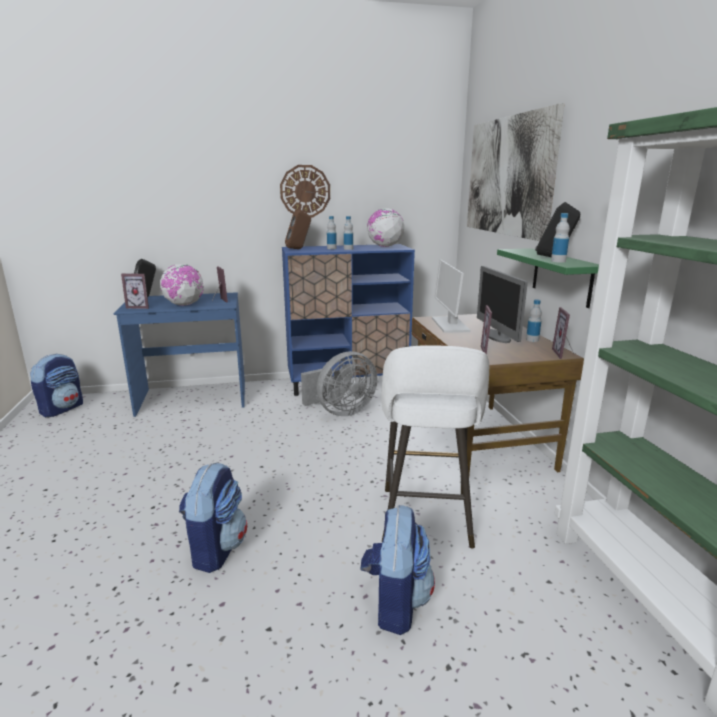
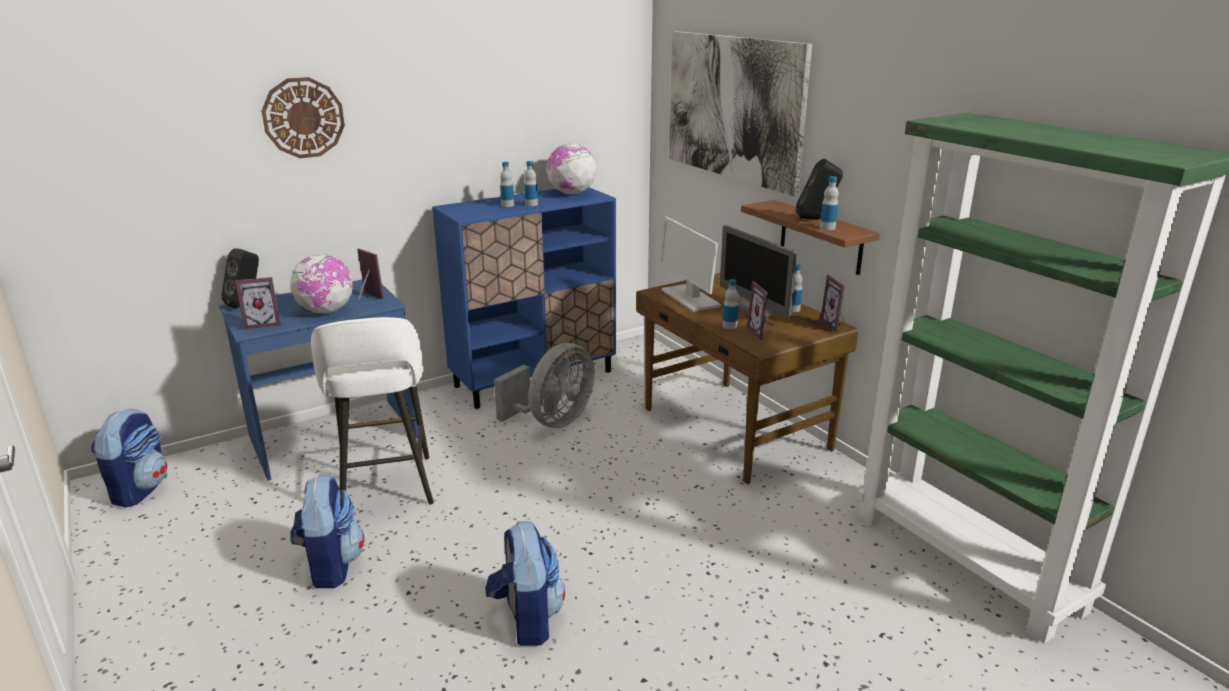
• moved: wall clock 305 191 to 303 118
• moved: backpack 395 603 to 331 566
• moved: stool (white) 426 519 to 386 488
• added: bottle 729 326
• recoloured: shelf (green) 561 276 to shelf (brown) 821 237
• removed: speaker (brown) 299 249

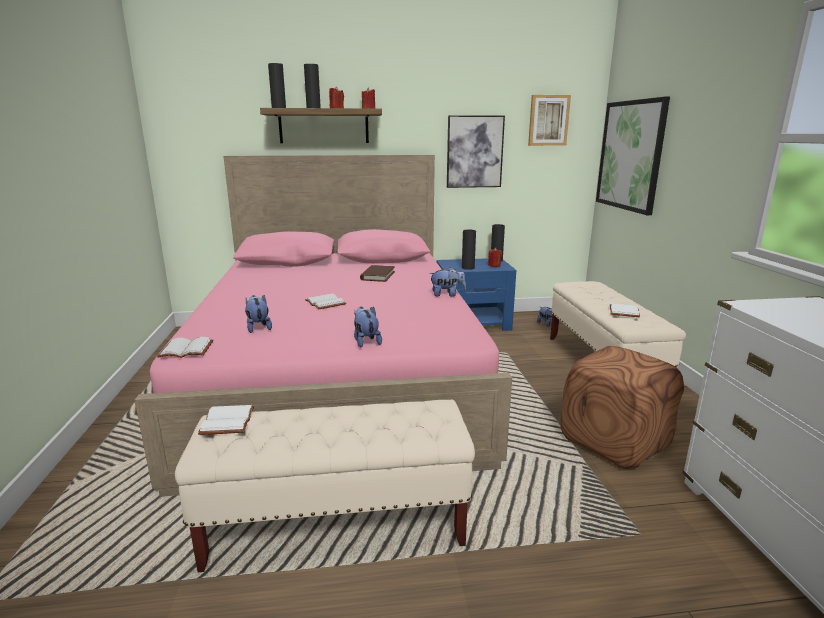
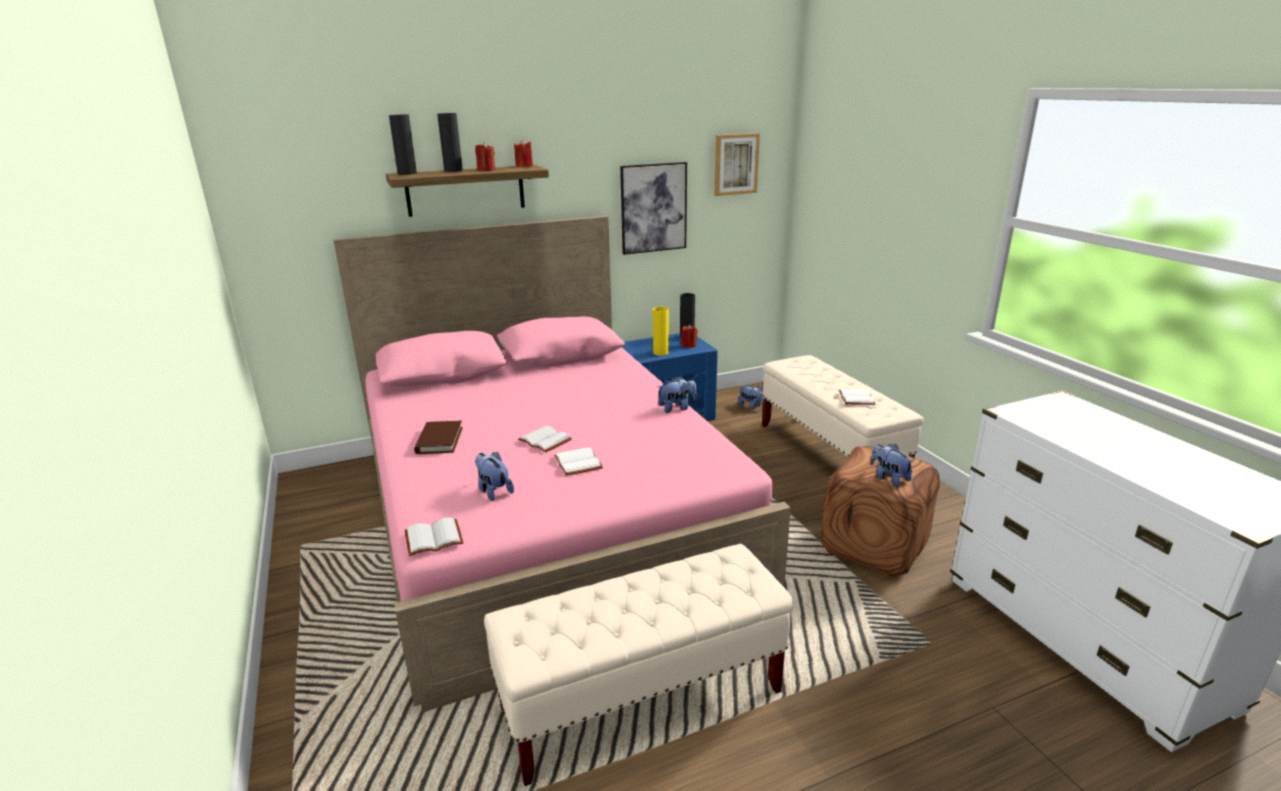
• moved: book (brown) 378 276 to 439 440
• moved: book (white) 229 422 to 579 463
• recoloured: vase (black) 468 268 to vase (yellow) 660 352
• moved: plush toy 366 341 to 888 478
• removed: picture 630 155

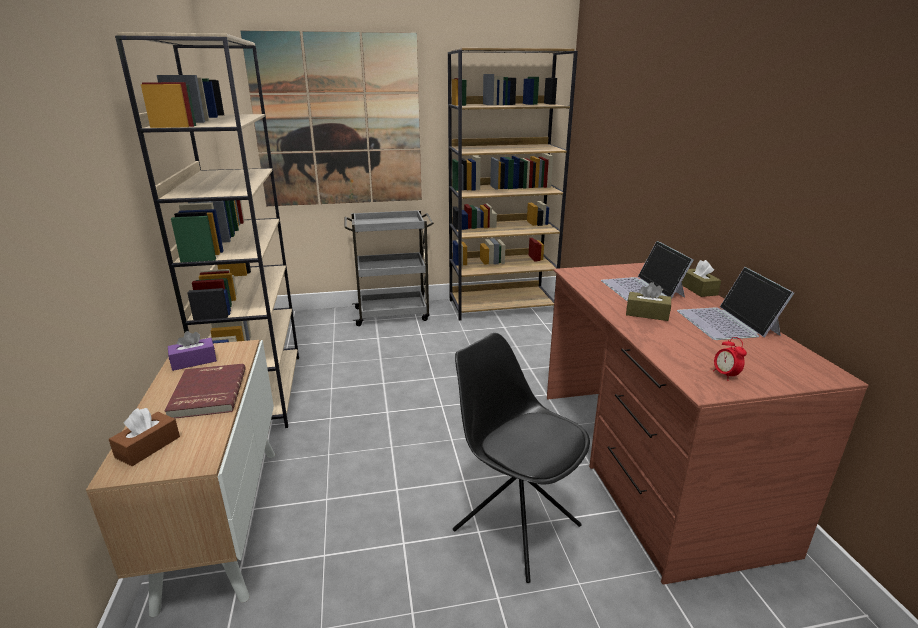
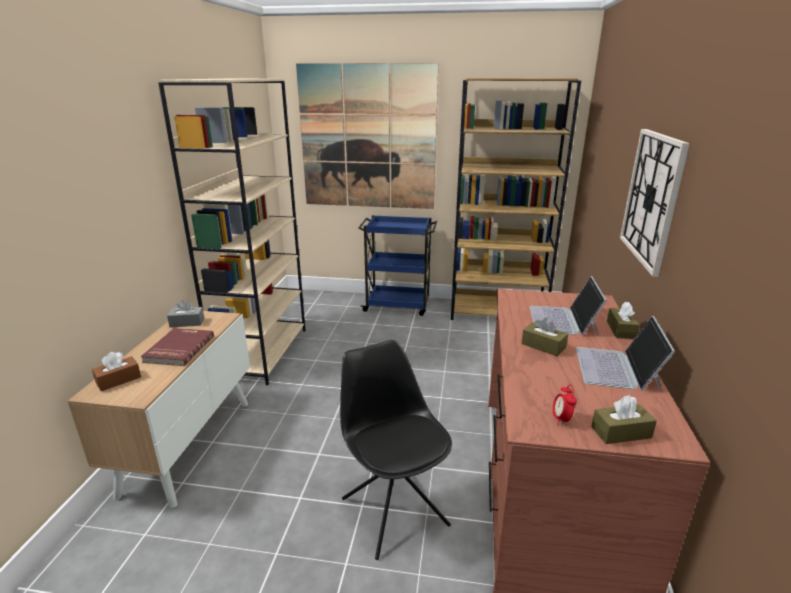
• recoloured: tissue box (purple) 194 361 to tissue box (grey) 187 323
• recoloured: cart (grey) 393 314 to cart (blue) 398 305
• added: tissue box (brown) 621 432
• added: wall clock 652 198

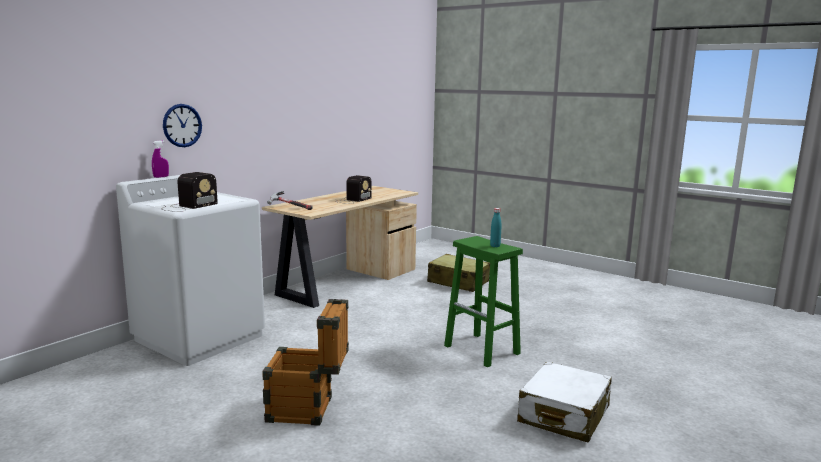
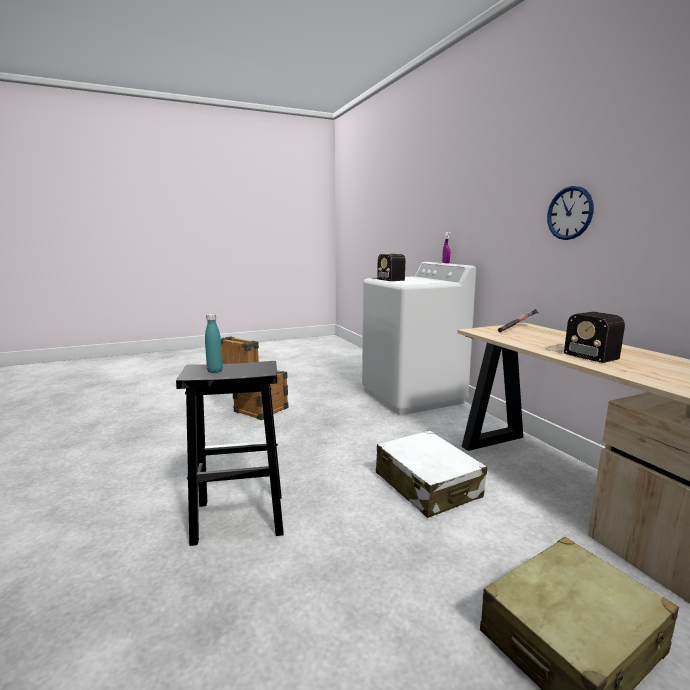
• recoloured: stool (green) 483 350 to stool (black) 237 518
• moved: suitcase (white) 564 415 to 427 485
• moved: wall clock 182 125 to 569 213

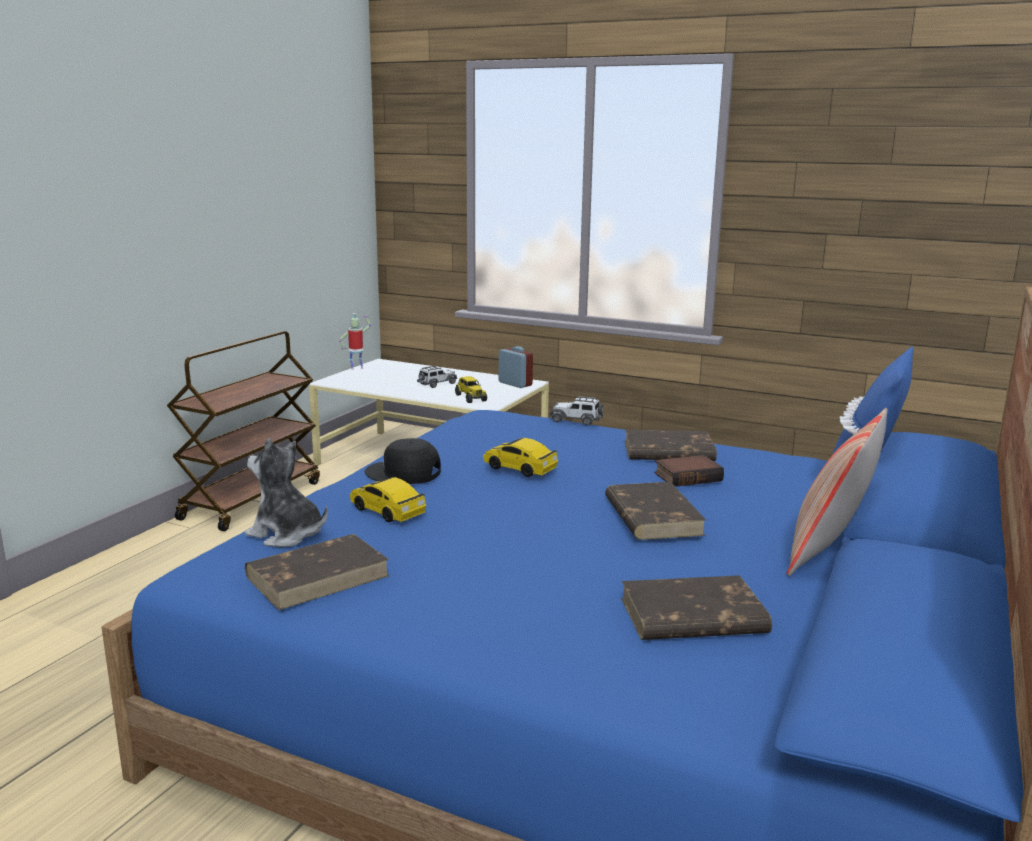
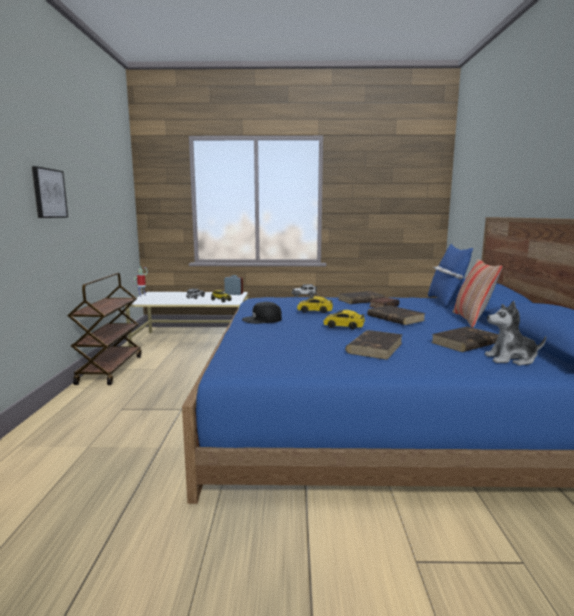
• added: picture 49 193
• moved: toy car 387 511 to 344 326
• moved: book (brown) 319 576 to 375 347
• moved: plush toy 287 534 to 511 359

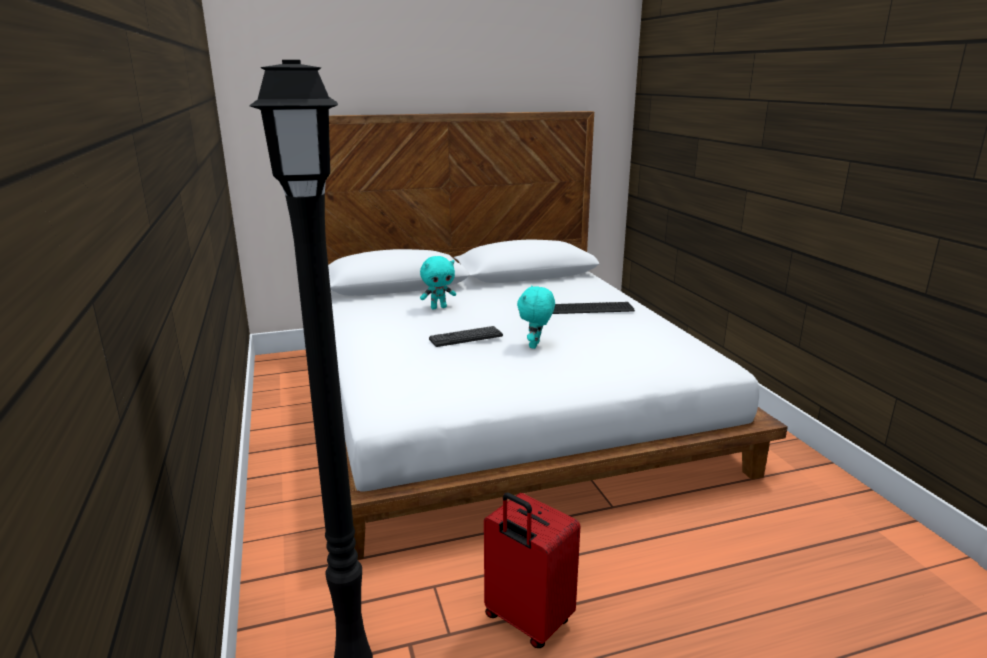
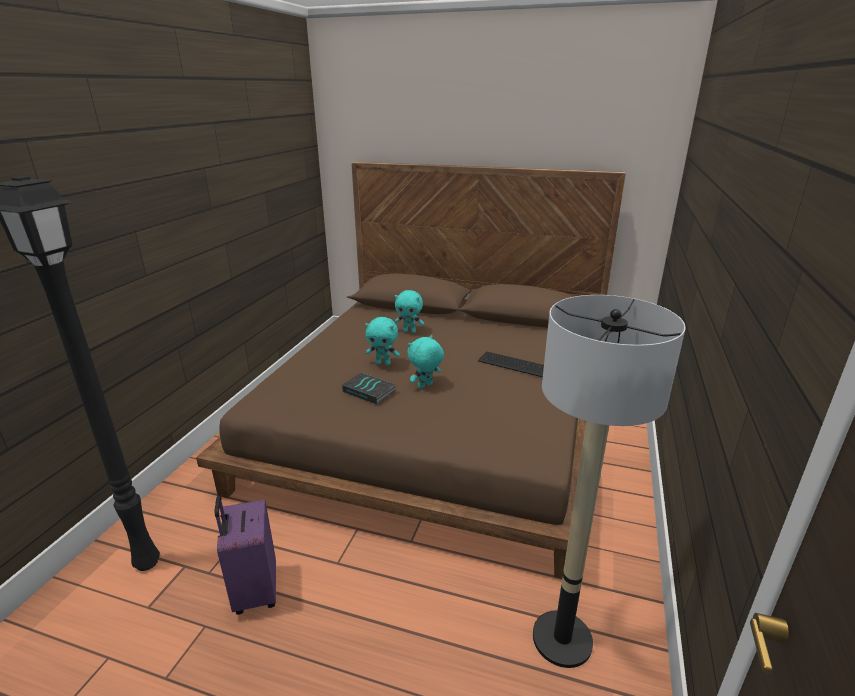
• recoloured: bed (white) 498 403 to bed (brown) 436 421
• recoloured: suitcase (red) 526 621 to suitcase (purple) 254 591
• added: book 370 391
• replaced: keyboard 466 337 to plush toy (turquoise) 383 363
• added: floor lamp 562 639

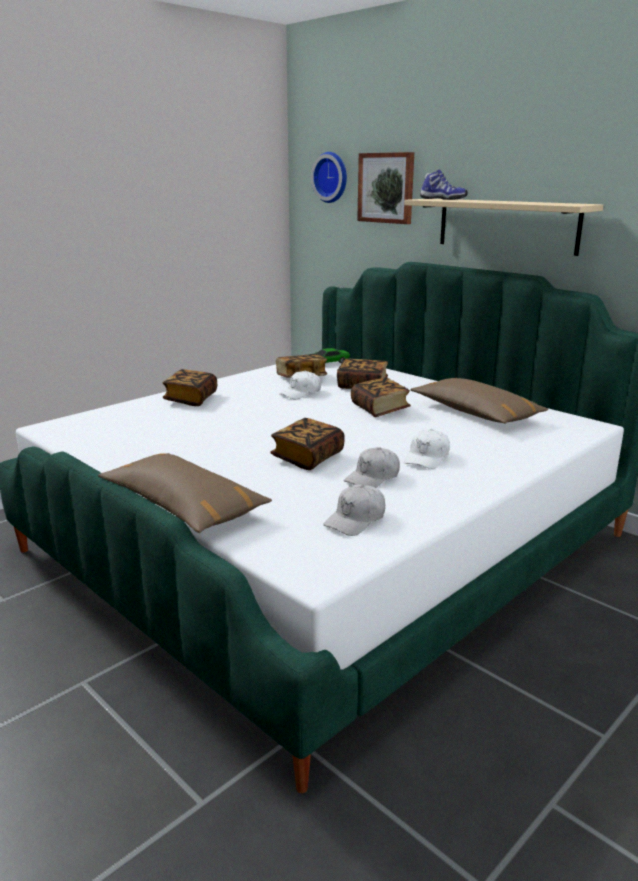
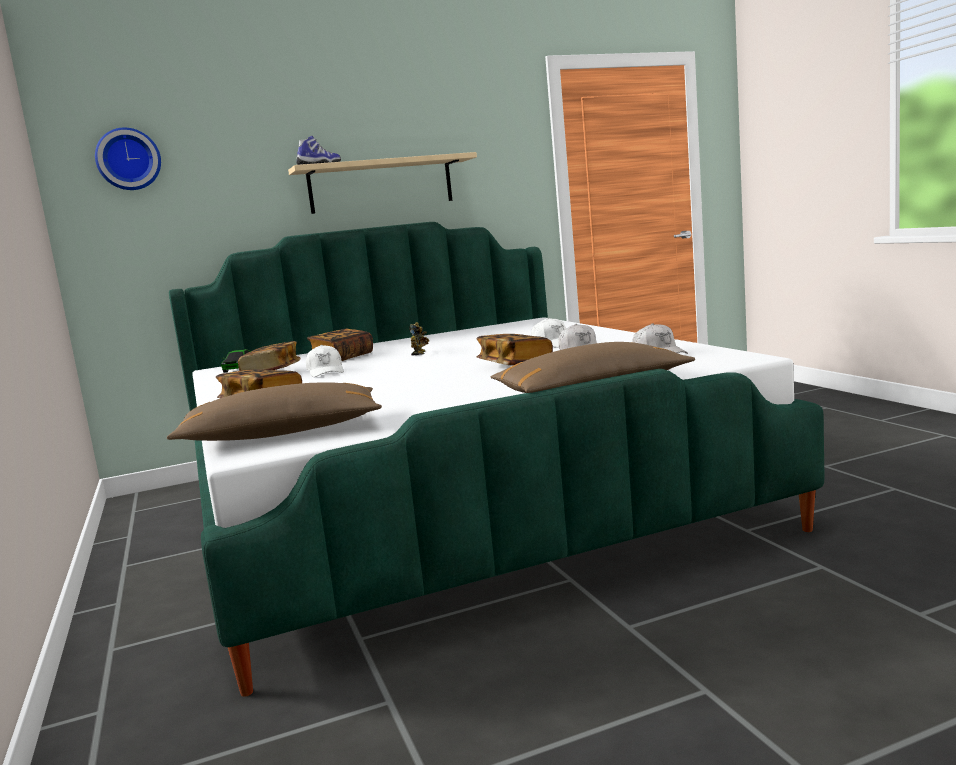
• moved: pillow (brown) 475 413 to 282 433
• replaced: book 380 409 to toy robot 420 353
• removed: picture 386 188

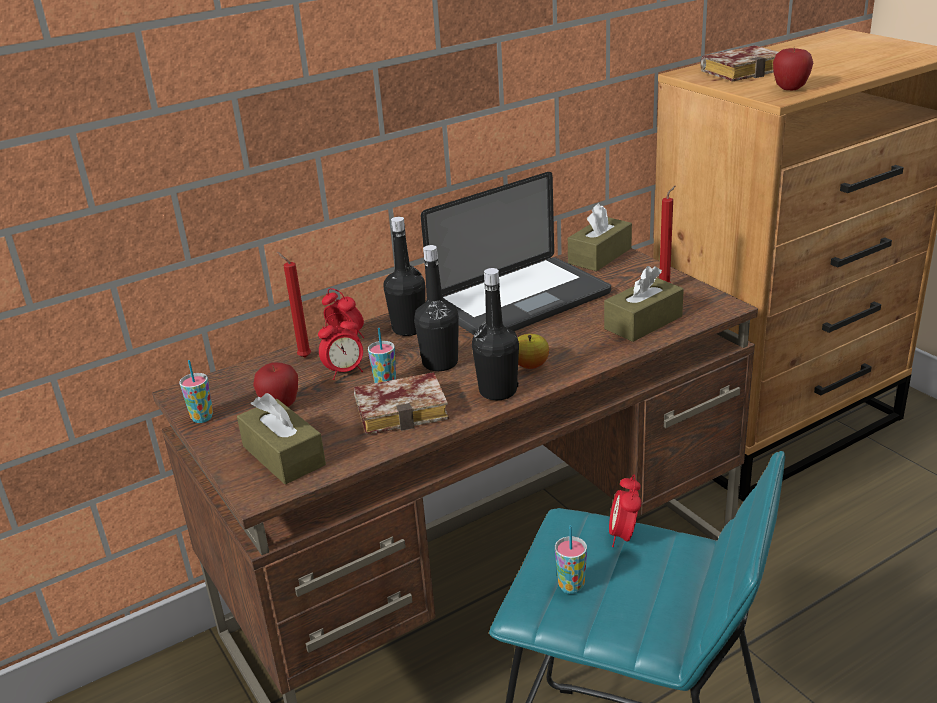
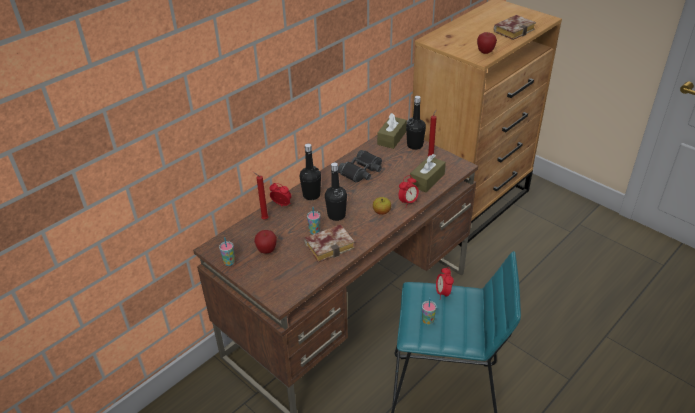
• replaced: laptop 520 301 to binoculars (black) 362 171
• moved: alarm clock 345 372 to 408 202
• moved: bottle (black) 498 391 to 415 145
• moved: book 743 70 to 514 30
• removed: tissue box (brown) 284 456

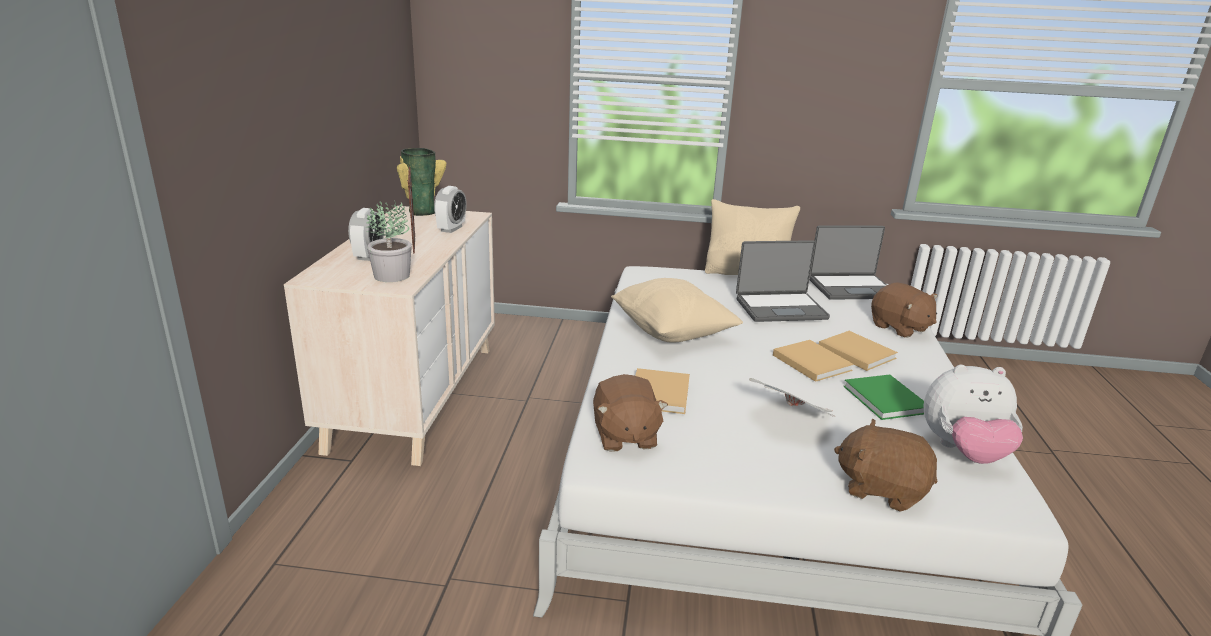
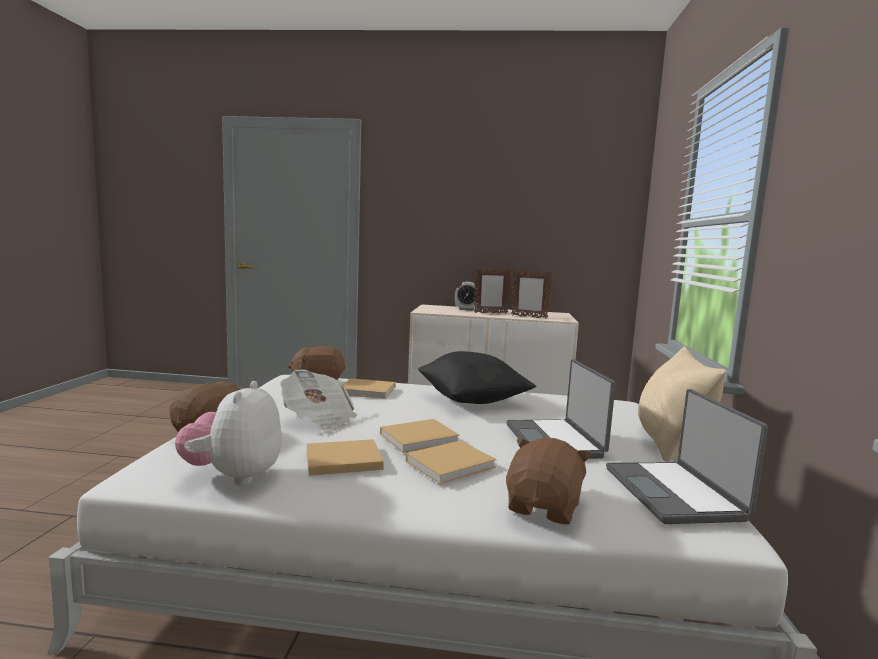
• recoloured: book (green) 886 400 to book (beige) 341 460
• recoloured: pillow (beige) 672 333 to pillow (black) 472 401
• turned: plush toy (brown) 899 328 = 544 507 150 degrees clockwise
• replaced: alarm clock 451 229 to picture frame 529 317
• removed: potted plant 392 275
• removed: vase 421 211

